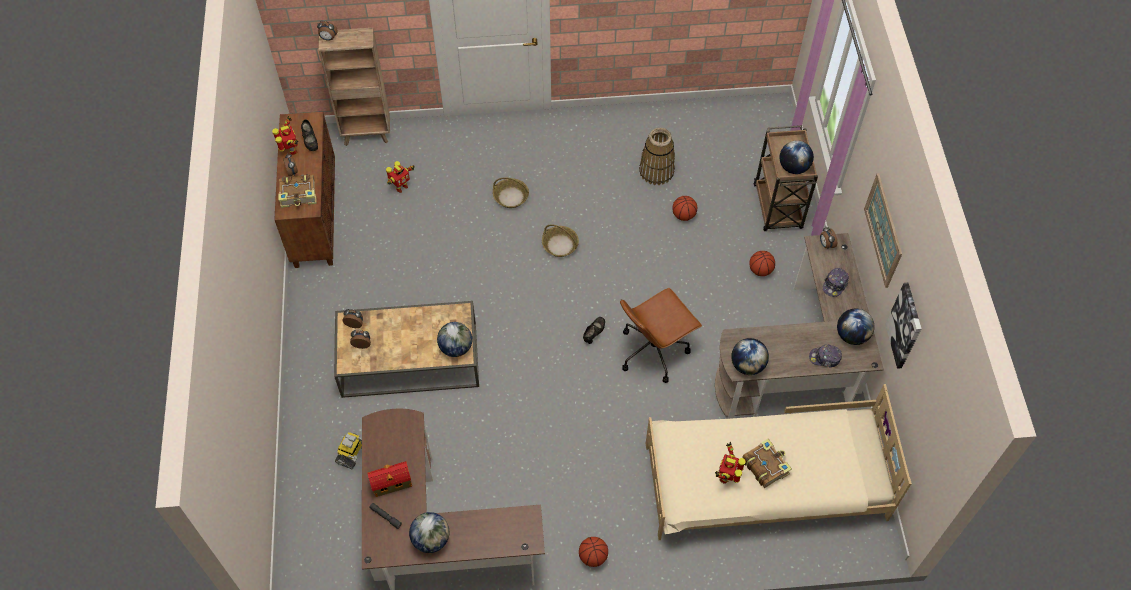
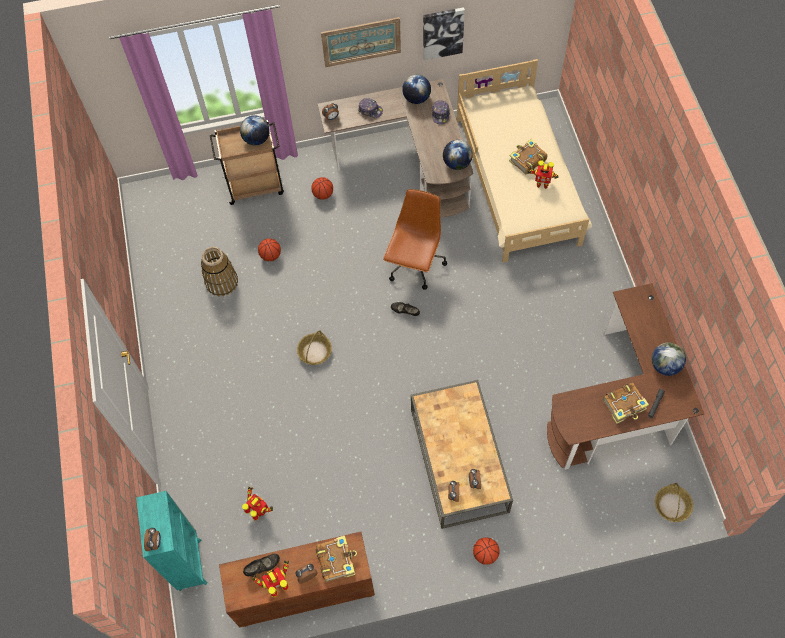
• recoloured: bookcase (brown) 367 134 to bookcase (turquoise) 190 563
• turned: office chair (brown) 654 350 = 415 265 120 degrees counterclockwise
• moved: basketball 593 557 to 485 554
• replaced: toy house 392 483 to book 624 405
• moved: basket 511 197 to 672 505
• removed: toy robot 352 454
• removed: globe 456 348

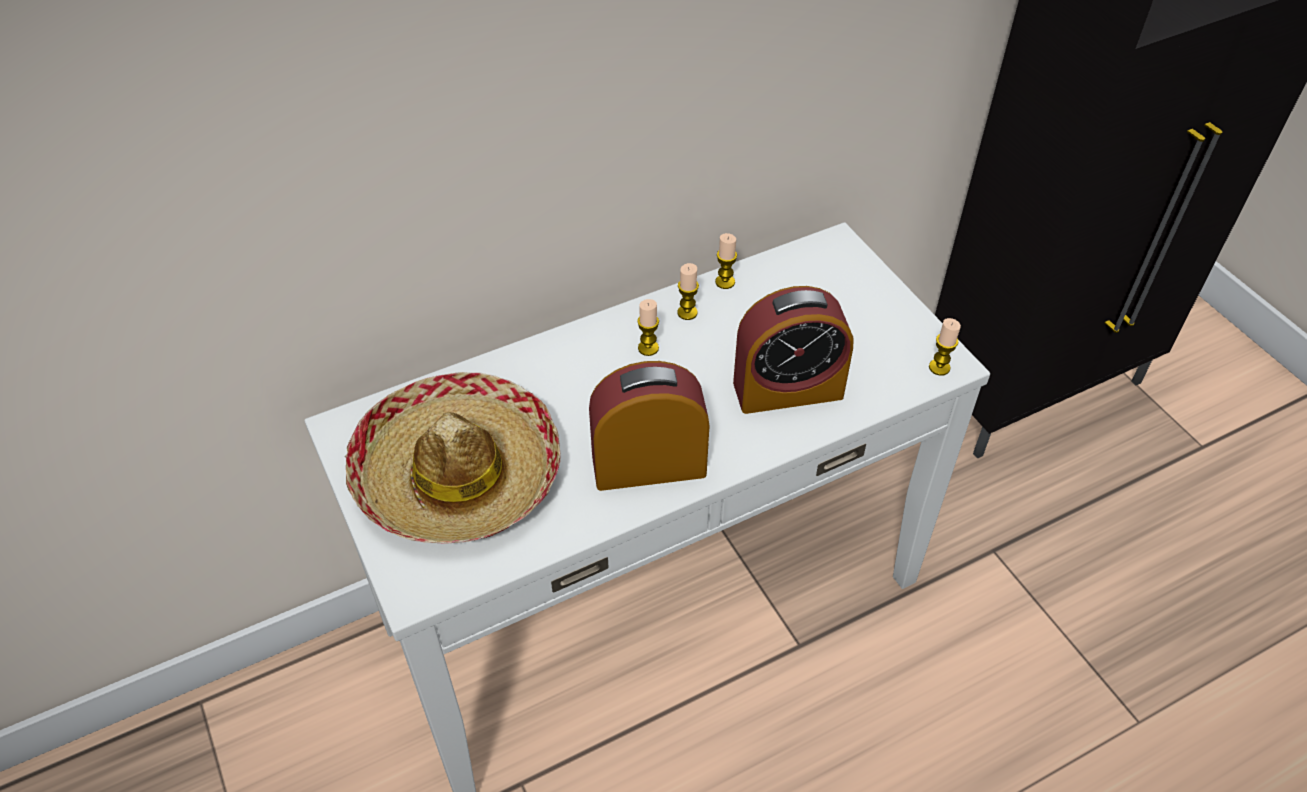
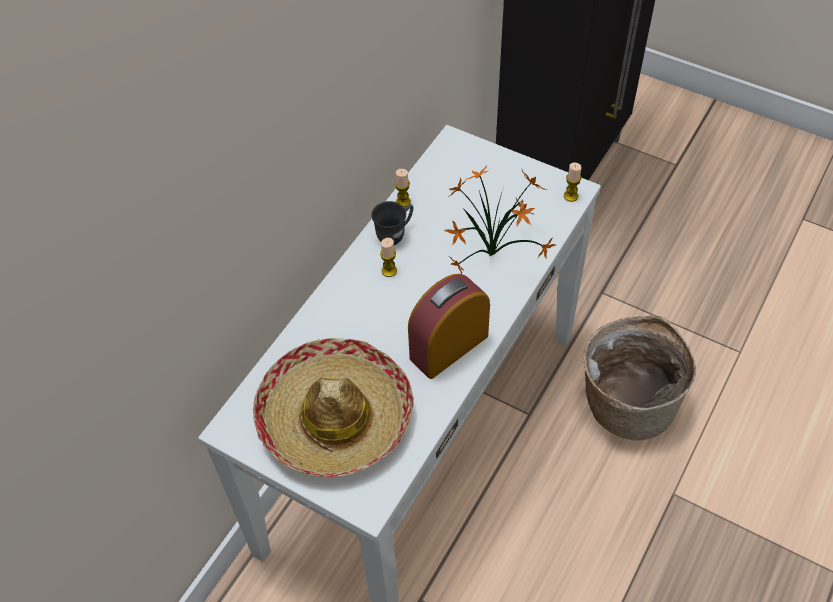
• replaced: candle 687 312 to mug (grey) 395 234
• replaced: alarm clock 788 389 to potted plant 495 255
• added: basket 627 402

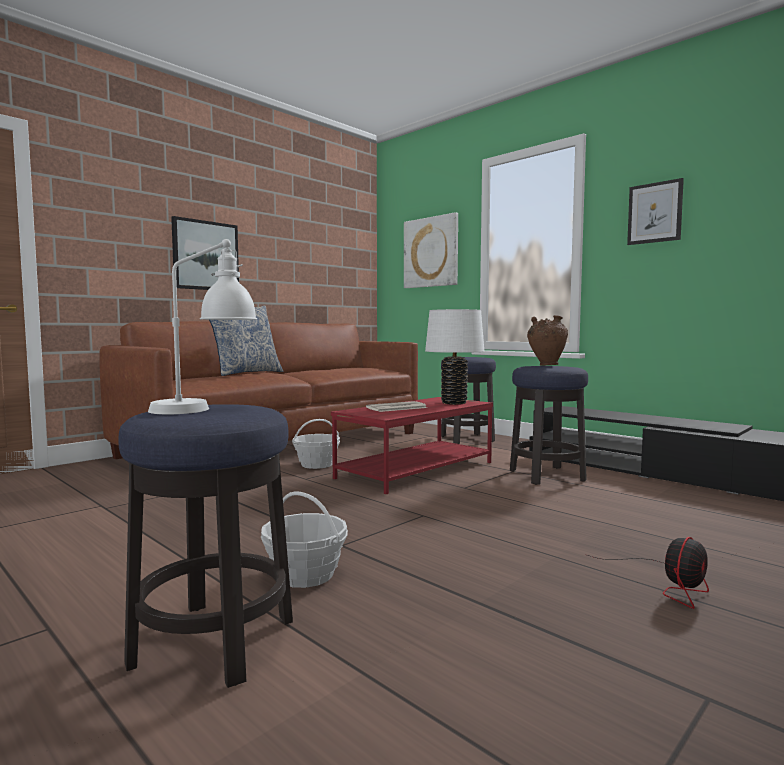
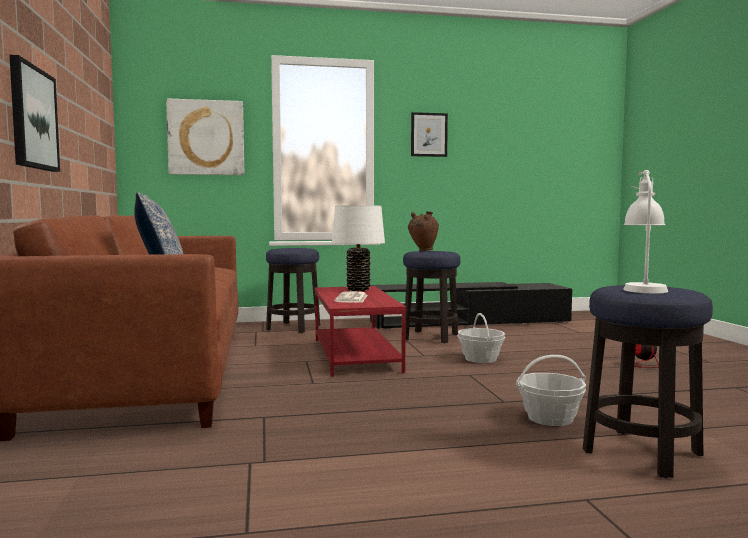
• moved: basket 316 464 to 480 359

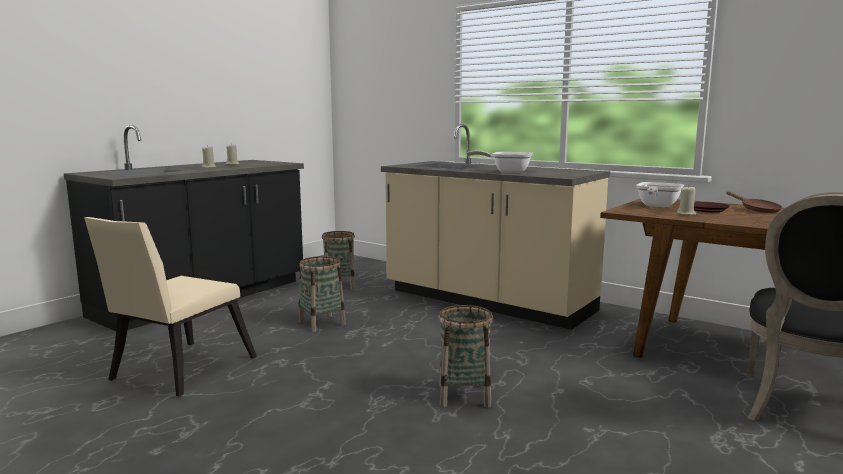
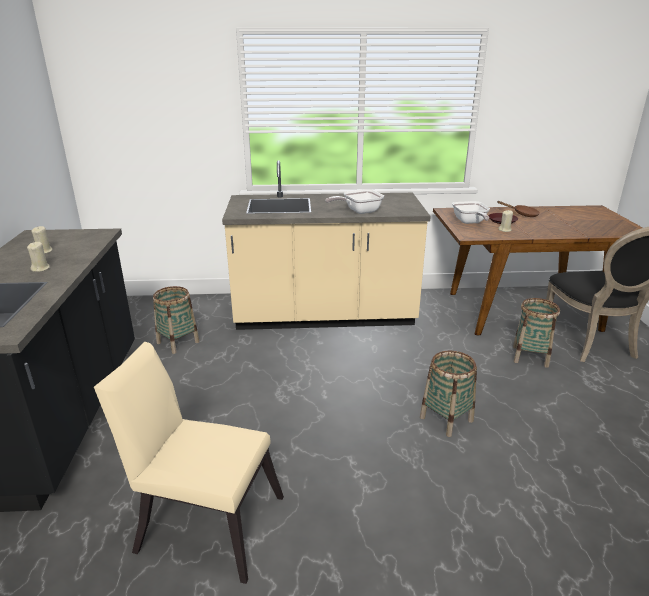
• turned: chair (beige) 177 371 = 204 520 120 degrees clockwise
• moved: basket 322 323 to 530 356

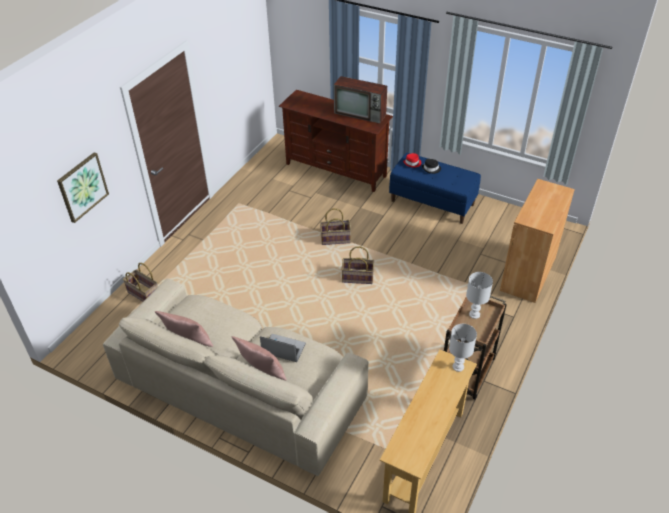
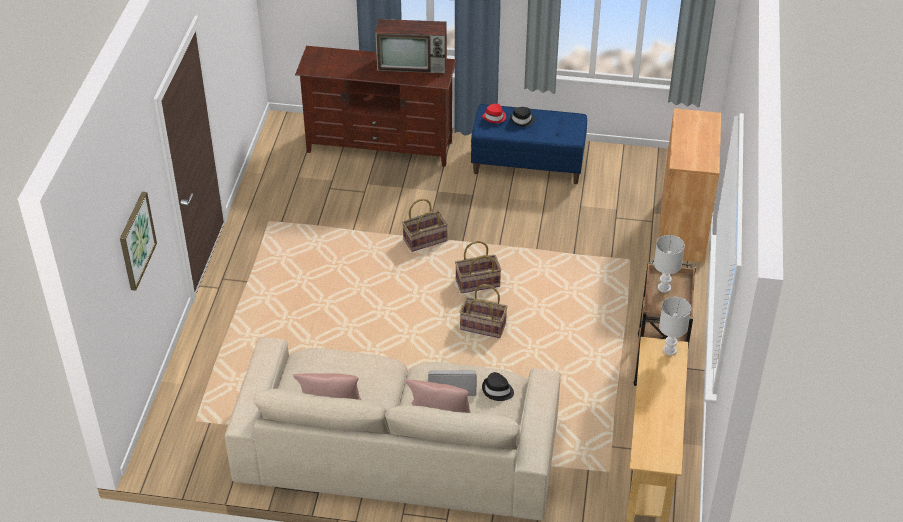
• moved: basket 143 294 to 482 327
• added: hat (black) 497 390

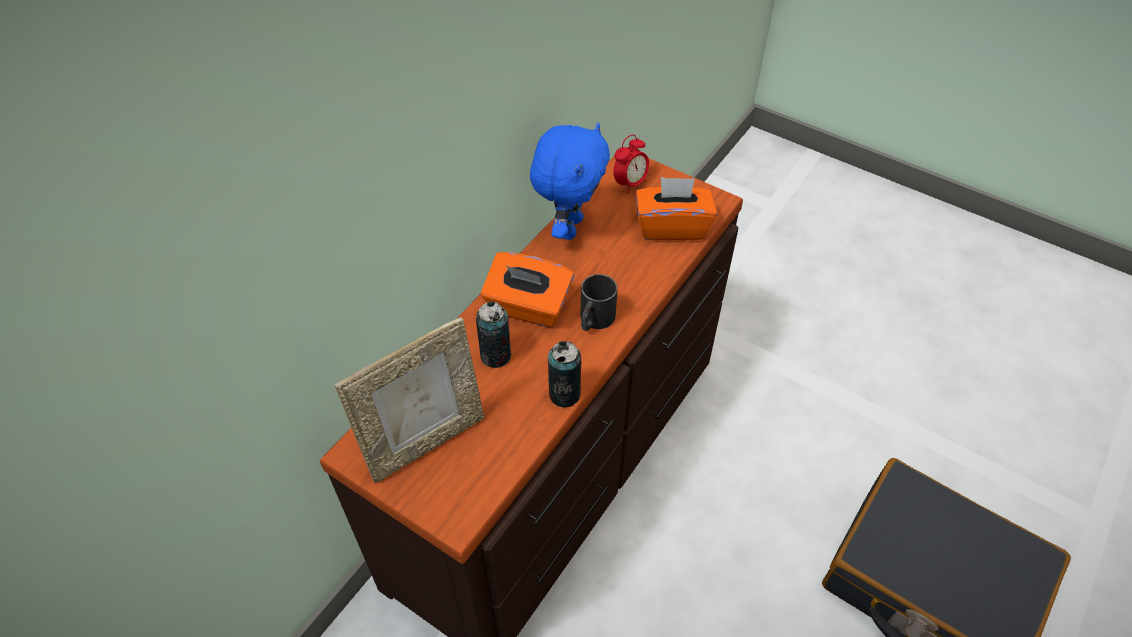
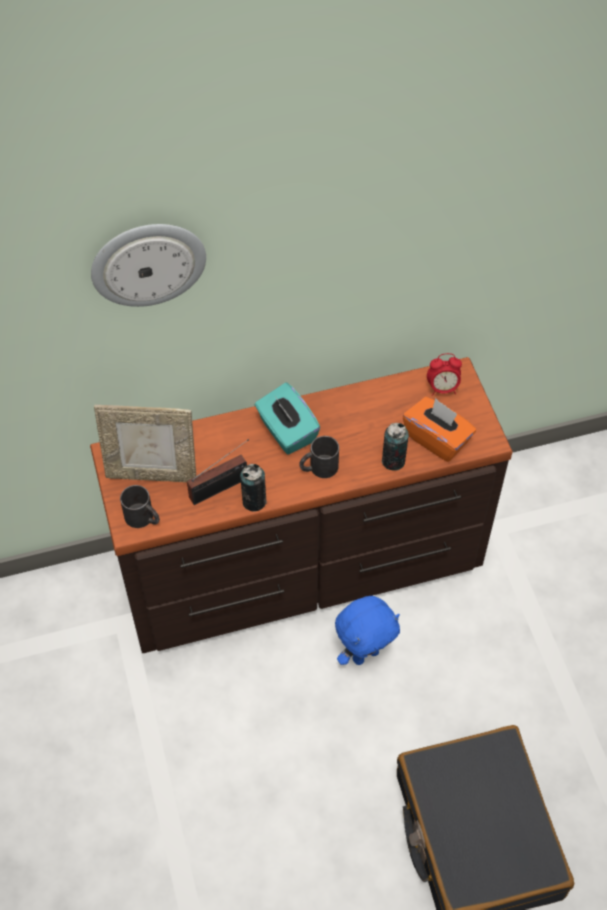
• added: wall clock 148 263
• added: mug (black) 143 518
• added: radio 222 487
• recoloured: tissue box (orange) 528 307 to tissue box (turquoise) 287 432
• moved: plush toy (blue) 569 227 to 365 654
• moved: can 495 356 to 393 461

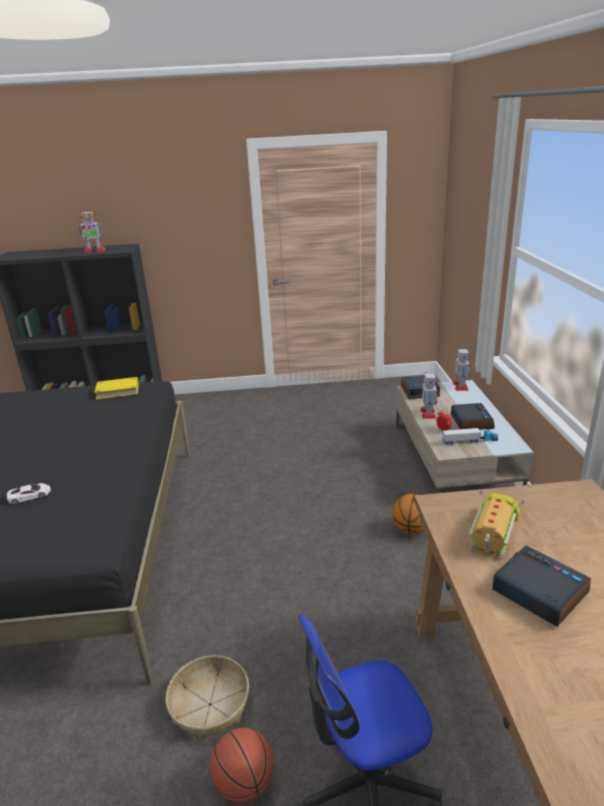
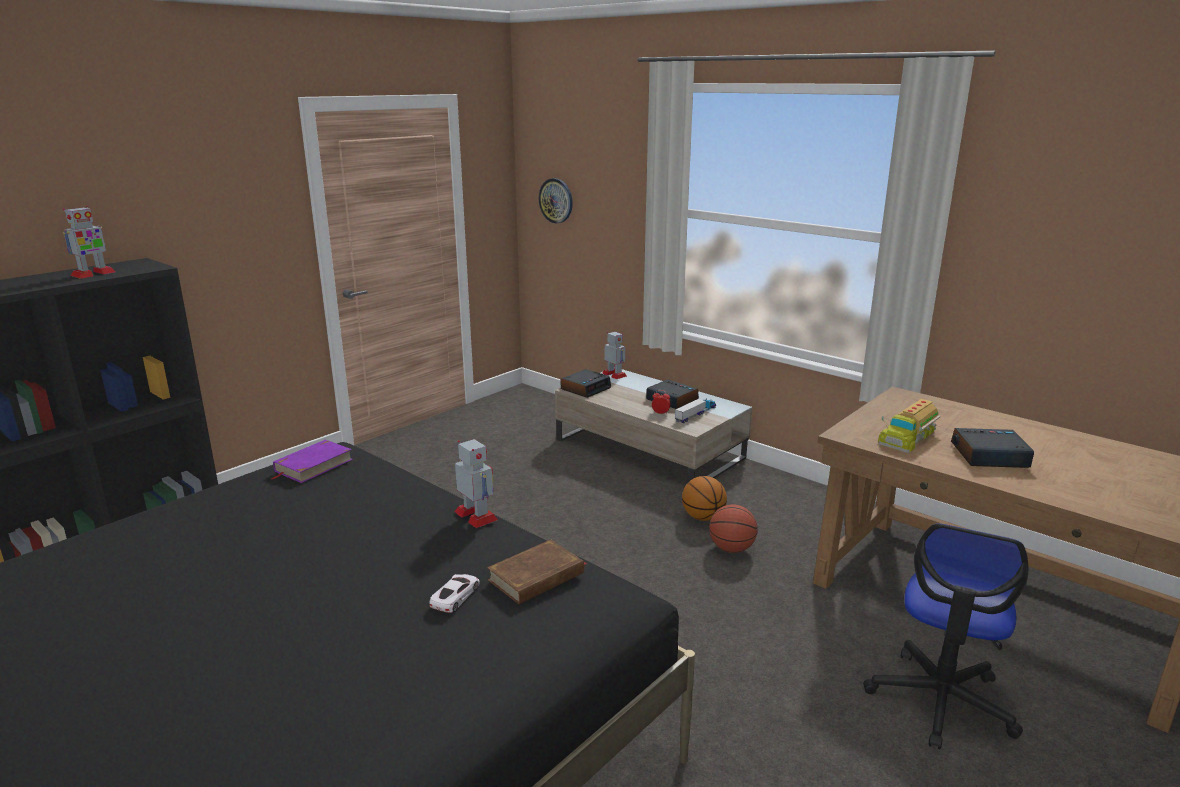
• recoloured: book (yellow) 117 391 to book (purple) 313 465
• moved: toy robot 428 413 to 476 516
• added: book (brown) 537 577
• added: wall clock 556 200
• moved: basketball 245 783 to 731 548
• turned: toy truck 494 533 = 907 436 120 degrees counterclockwise
• removed: basket 210 705

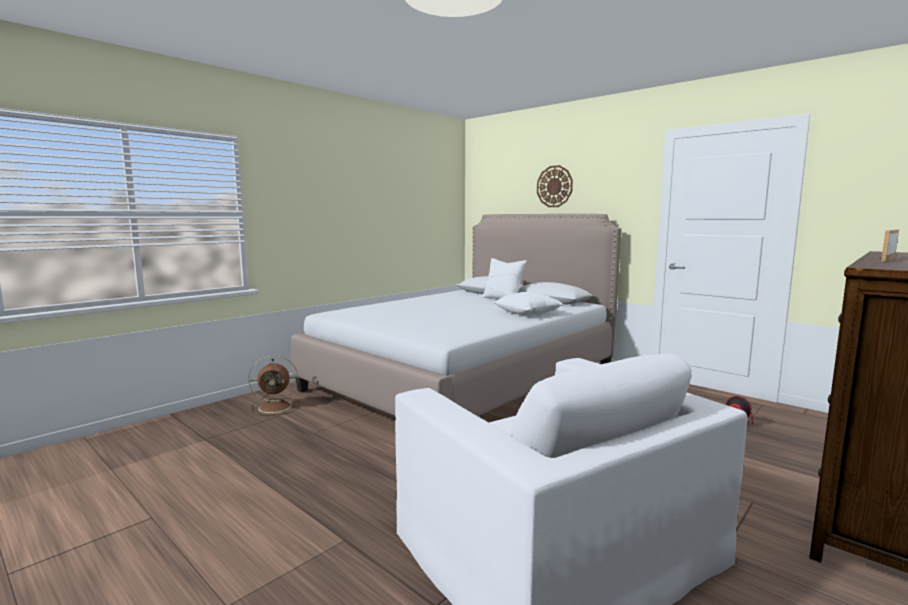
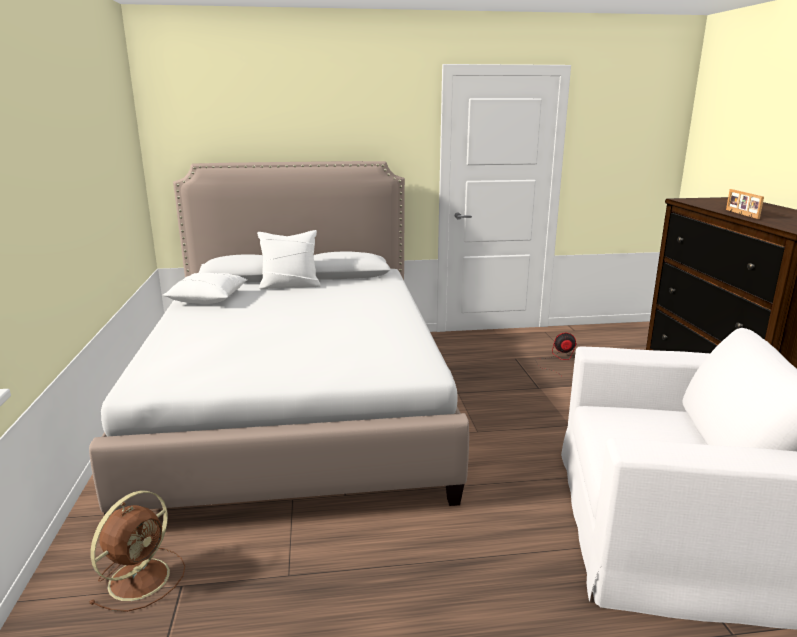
• moved: pillow (white) 528 313 to 208 298
• removed: wall clock 554 186

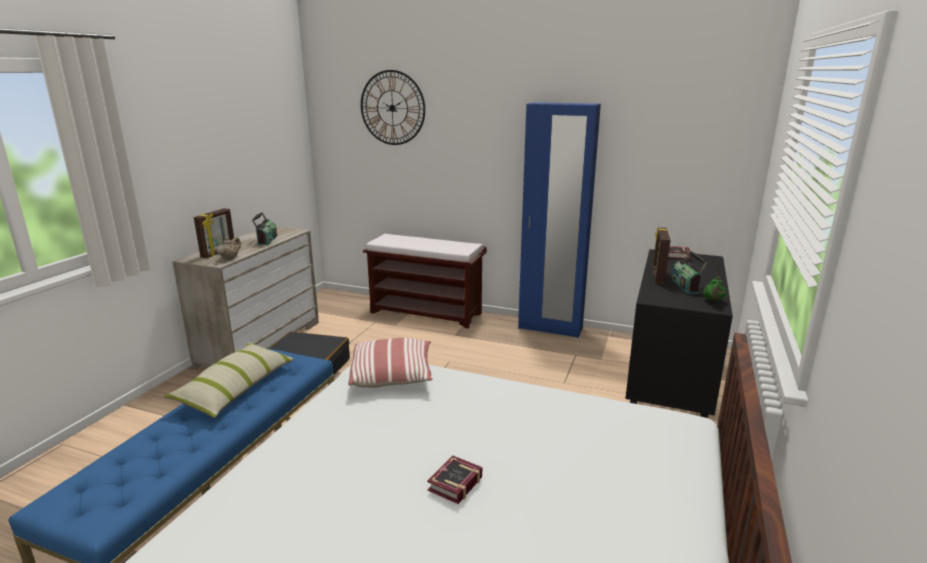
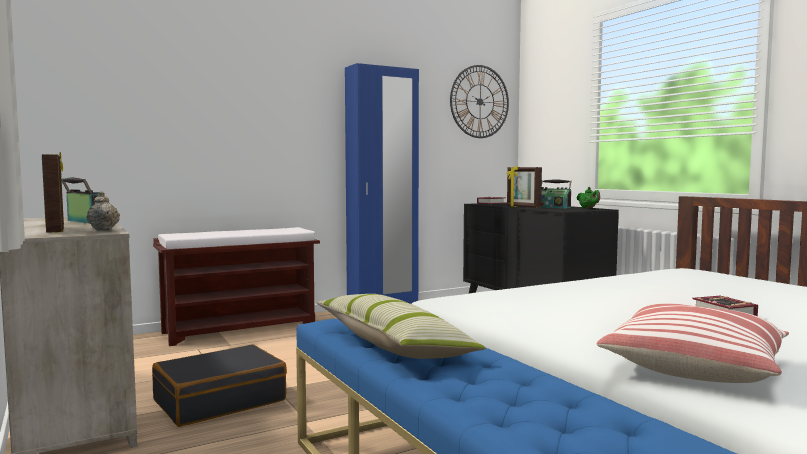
• moved: wall clock 392 108 to 480 101
• moved: pillow 392 375 to 694 367

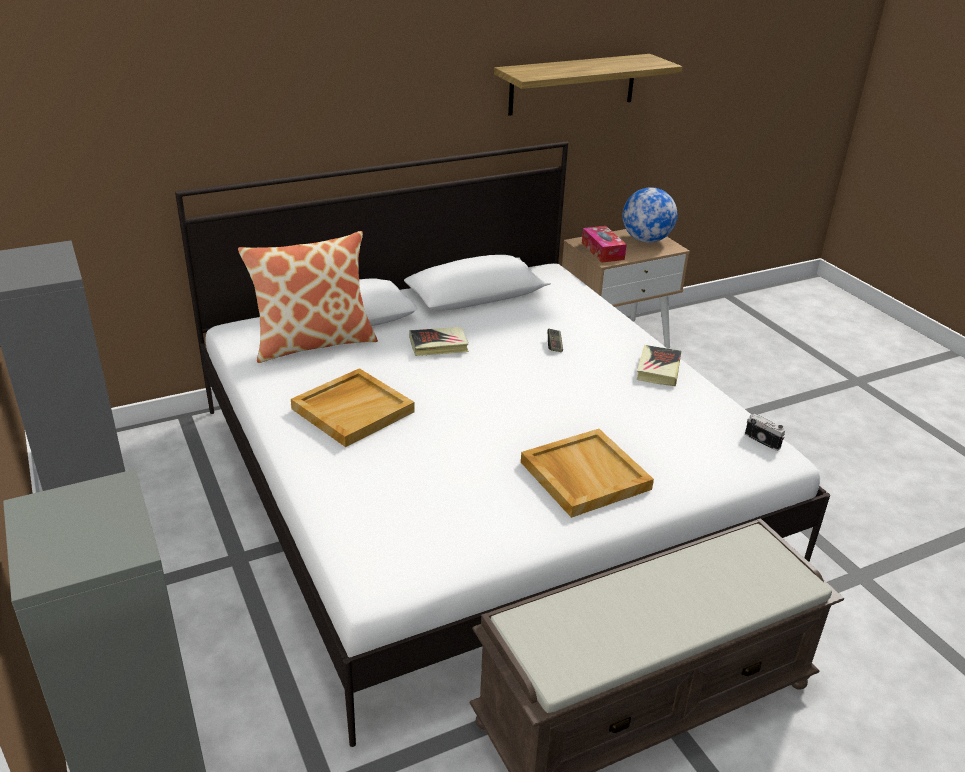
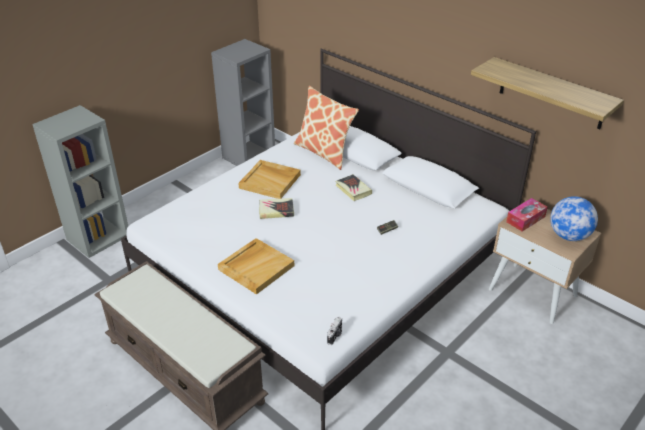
• moved: book 658 369 to 276 211

